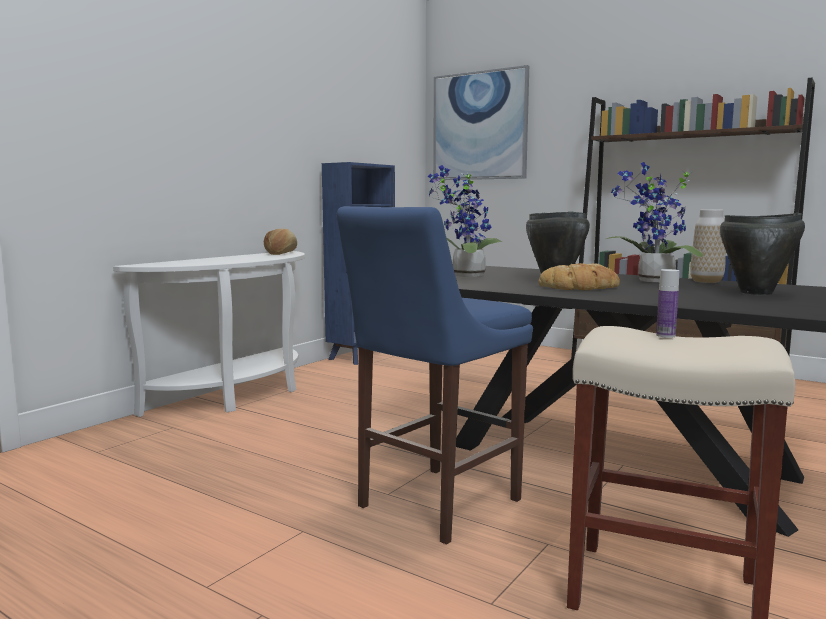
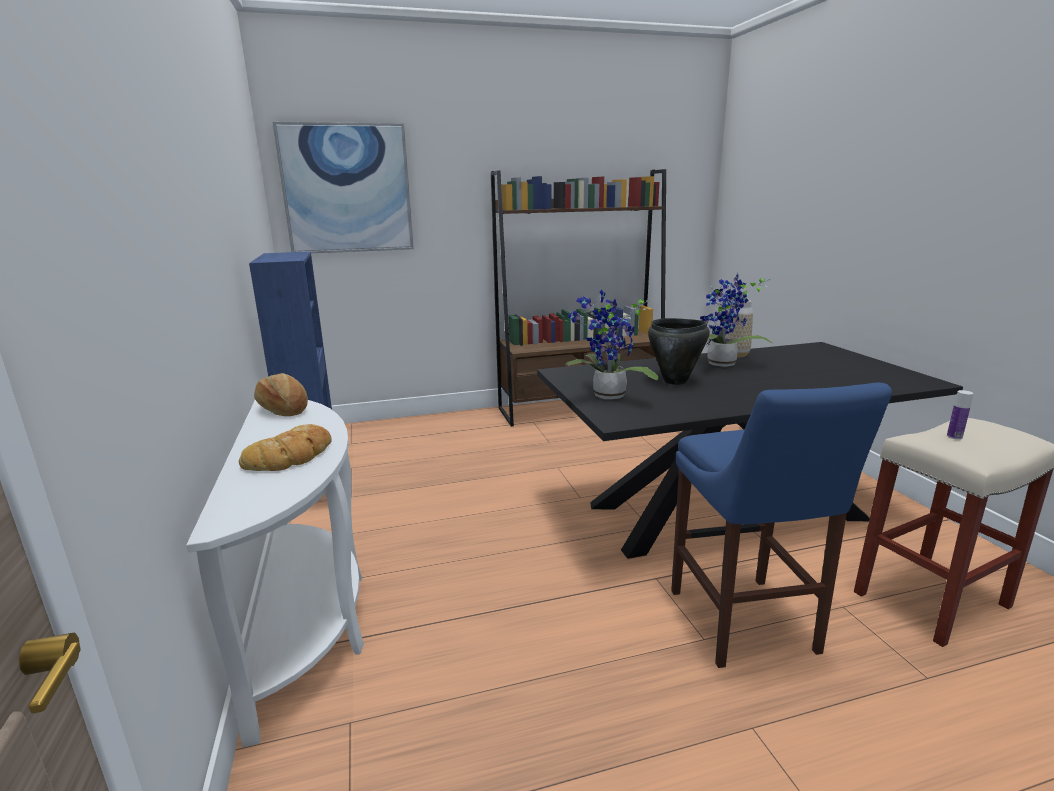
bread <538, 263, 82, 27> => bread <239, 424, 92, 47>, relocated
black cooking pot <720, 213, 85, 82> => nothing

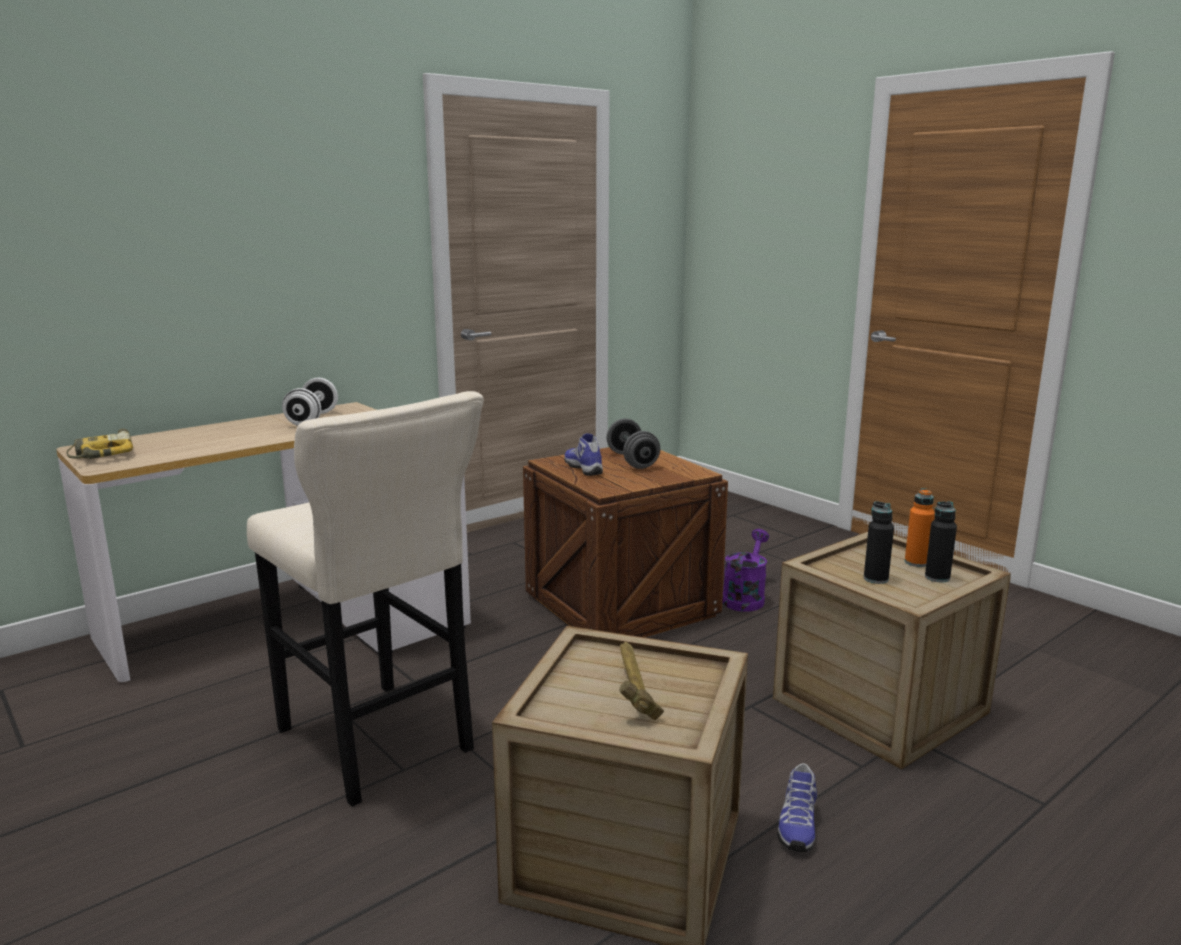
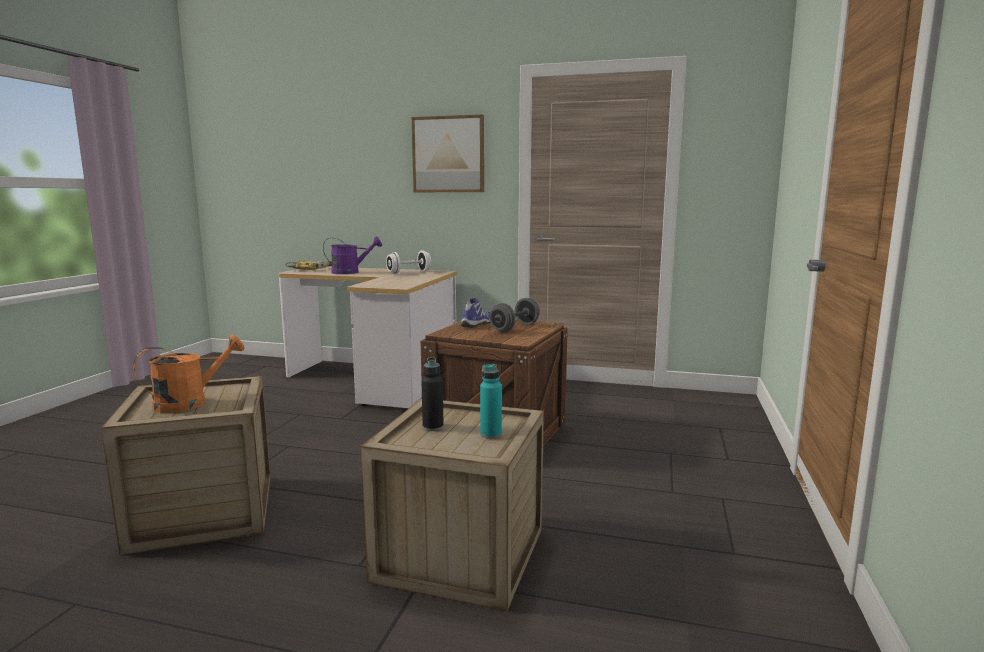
hammer <619, 642, 45, 78> => orange watering can <133, 335, 111, 78>
purple watering can <722, 529, 47, 82> => purple watering can <323, 236, 59, 38>, relocated
nothing => picture <412, 115, 72, 77>
orange bottle <905, 489, 30, 78> => turquoise bottle <480, 364, 22, 75>
beige stool <247, 391, 237, 416> => nothing
shoe <777, 763, 40, 89> => nothing
black bottle <925, 501, 32, 82> => nothing

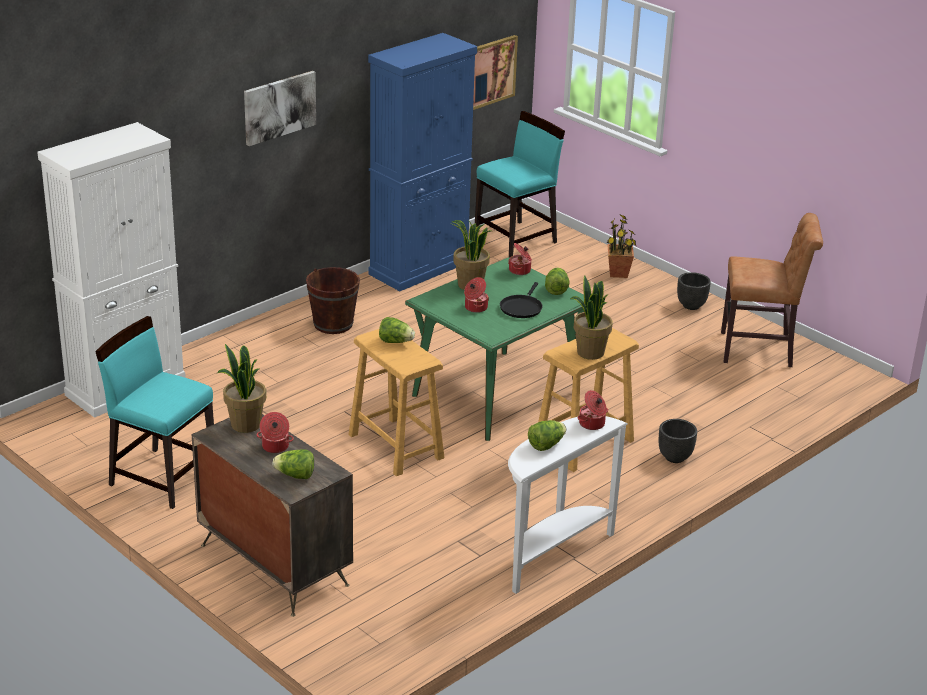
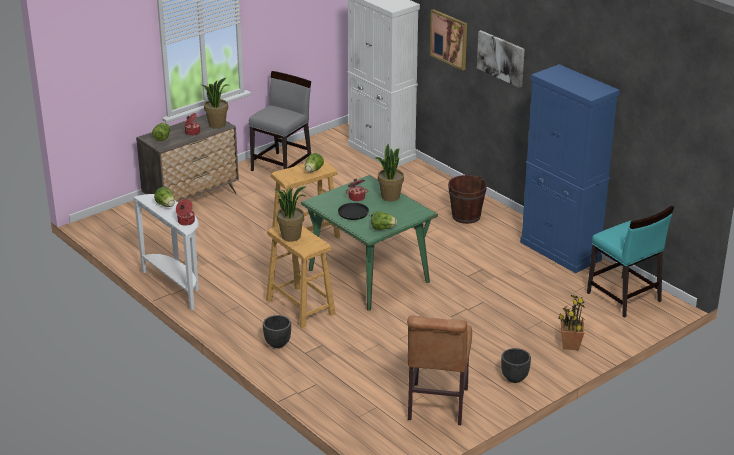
turquoise chair <95, 316, 119, 193> => grey chair <249, 71, 62, 100>
picture <473, 35, 45, 75> => picture <430, 9, 37, 61>, relocated
cooking pot <508, 243, 24, 32> => nothing

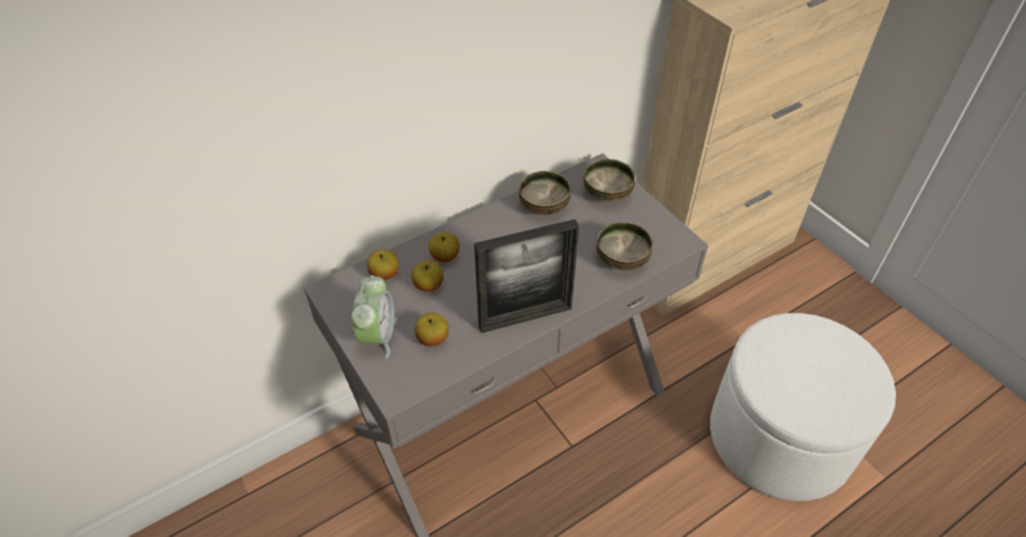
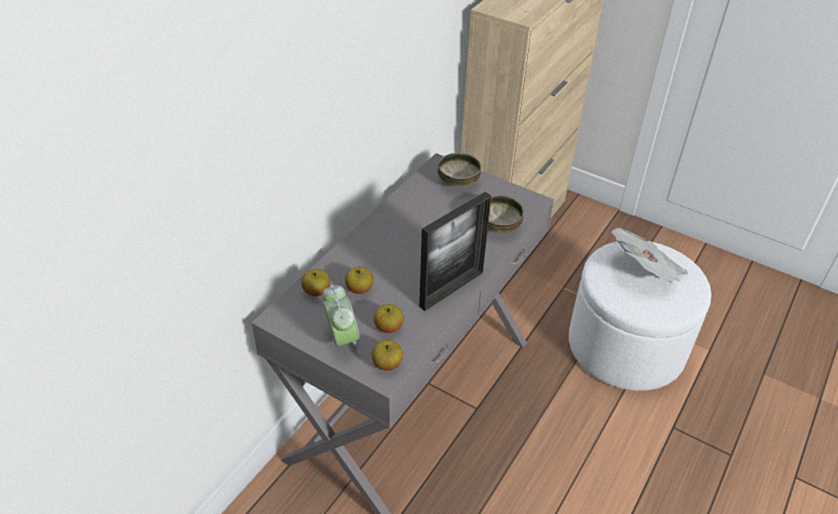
apple <429, 232, 31, 30> => apple <372, 340, 31, 31>, relocated
nothing => newspaper <612, 228, 76, 55>
bowl <519, 171, 52, 44> => nothing

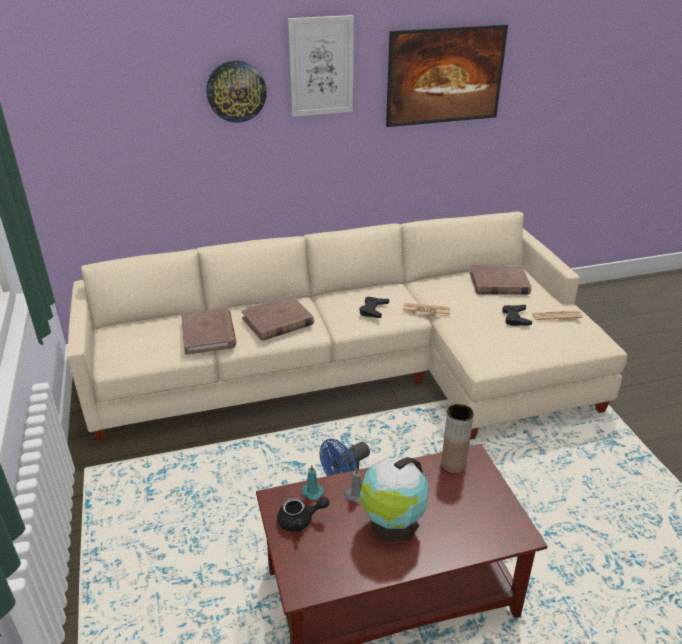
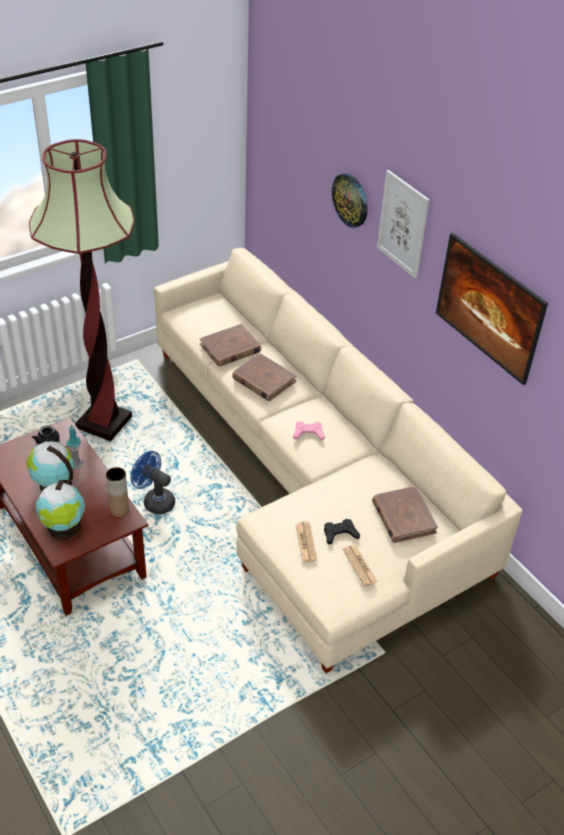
nothing => floor lamp <29, 139, 105, 302>
nothing => globe <35, 480, 50, 60>
black game controller <359, 297, 30, 21> => pink game controller <293, 421, 32, 19>
newspaper <403, 303, 47, 13> => newspaper <295, 522, 22, 40>, relocated

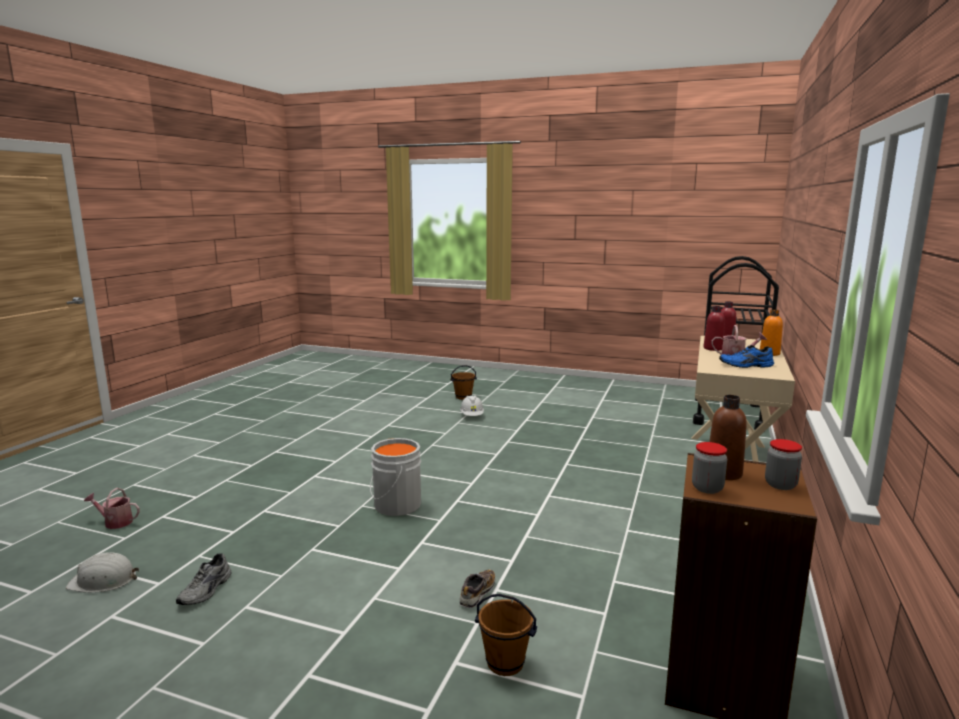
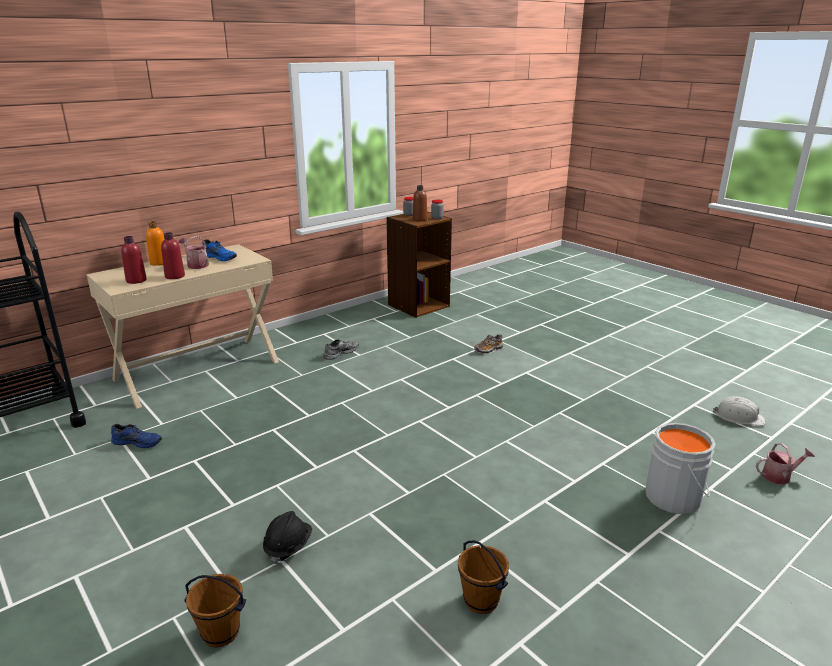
nothing => blue shoe <111, 424, 51, 24>
white hard hat <460, 396, 24, 20> => black hard hat <263, 511, 49, 53>
grey shoe <176, 553, 55, 52> => grey shoe <323, 339, 36, 21>, relocated
brown bucket <475, 594, 62, 82> => brown bucket <458, 541, 51, 73>, relocated
grey bucket <370, 438, 51, 78> => grey bucket <645, 423, 71, 91>, relocated
watering can <84, 488, 56, 41> => watering can <756, 443, 59, 41>, 45 degrees counterclockwise

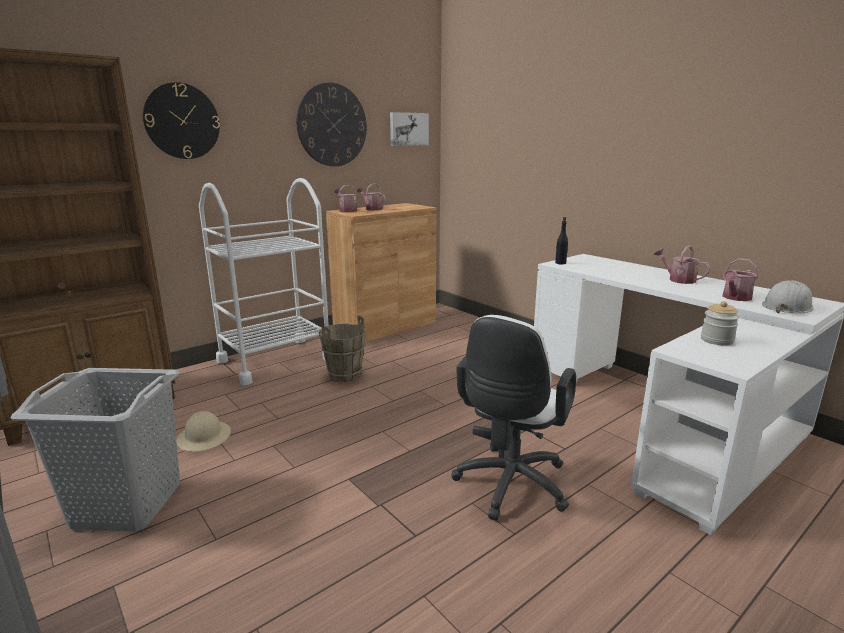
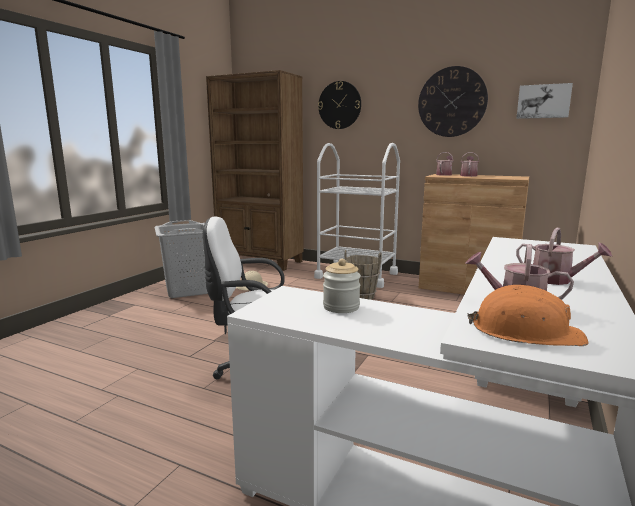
white hard hat <762, 280, 51, 34> => orange hard hat <467, 285, 122, 61>
watering can <654, 246, 57, 38> => watering can <516, 228, 96, 57>, 105 degrees clockwise
black bottle <555, 217, 13, 47> => nothing

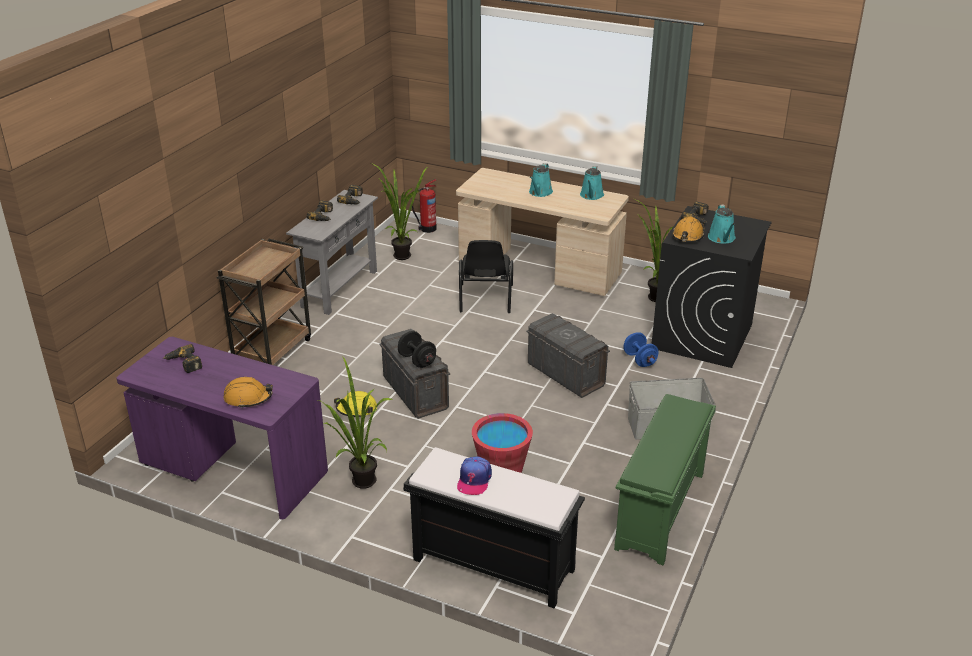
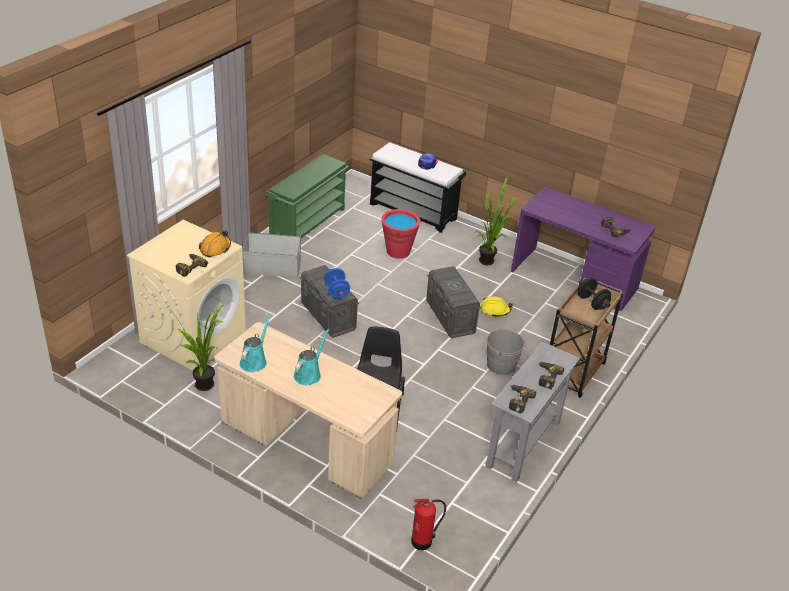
black washing machine <652, 206, 120, 162> => beige washing machine <127, 220, 119, 150>
blue dumbbell <623, 332, 36, 35> => blue dumbbell <324, 268, 26, 30>, relocated
nothing => grey bucket <486, 329, 39, 46>
black dumbbell <398, 331, 38, 37> => black dumbbell <578, 278, 33, 32>, relocated
orange hard hat <224, 377, 49, 32> => nothing
potted plant <371, 163, 56, 97> => nothing
turquoise watering can <708, 204, 27, 40> => nothing

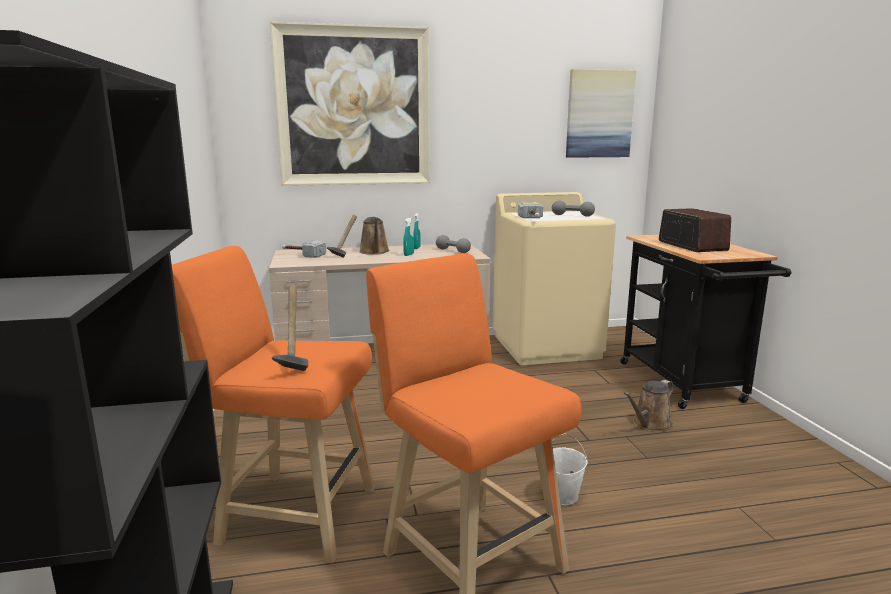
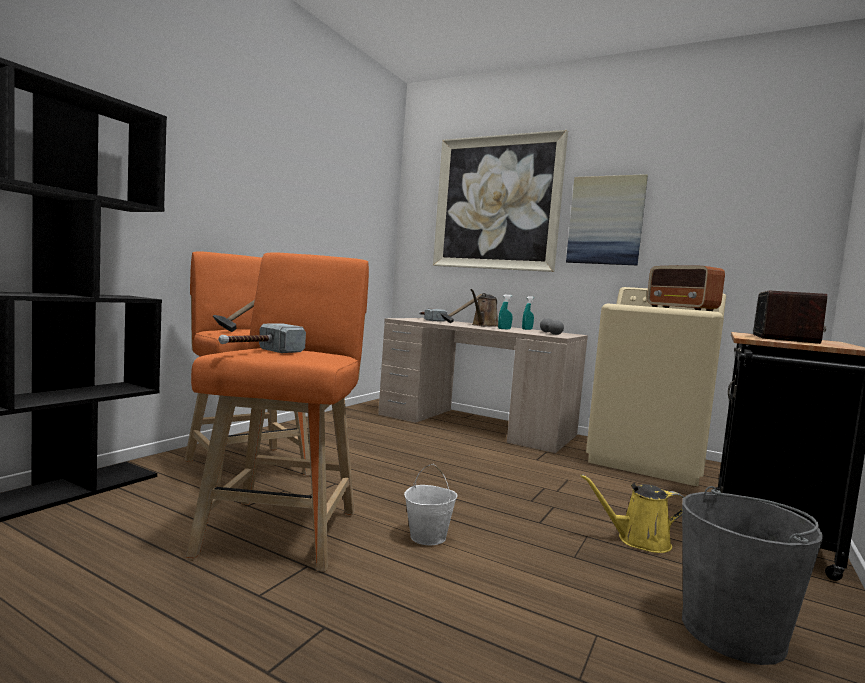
hammer <518, 203, 25, 15> => hammer <218, 324, 88, 29>, relocated
picture <566, 69, 70, 89> => picture <566, 174, 82, 92>, relocated
brown watering can <623, 380, 50, 52> => yellow watering can <580, 474, 104, 79>
grey dumbbell <552, 200, 43, 17> => radio <647, 265, 78, 46>
nothing => grey bucket <682, 486, 142, 179>

